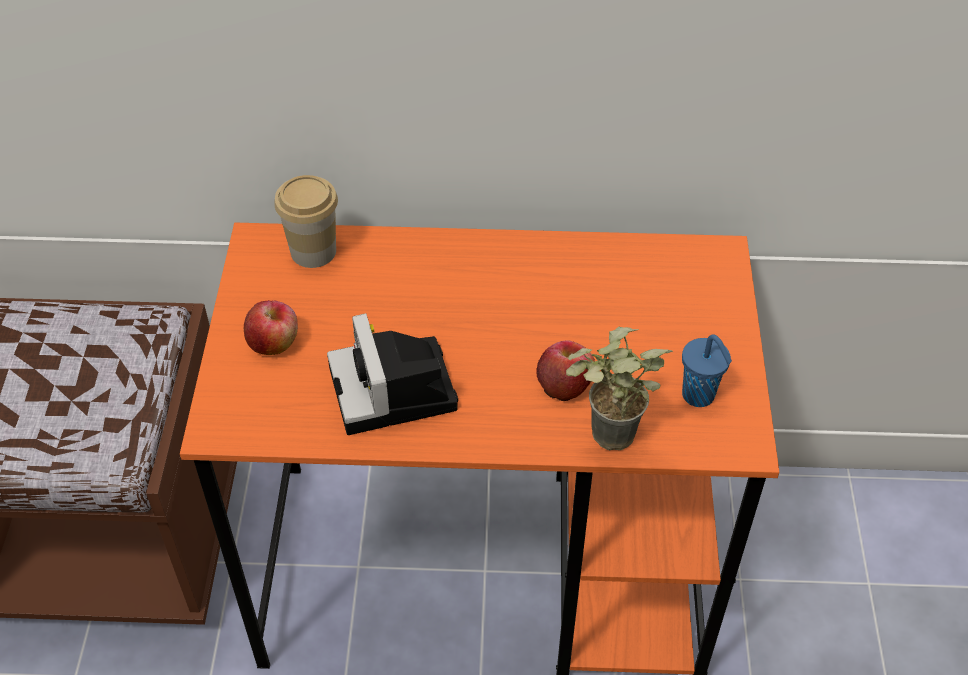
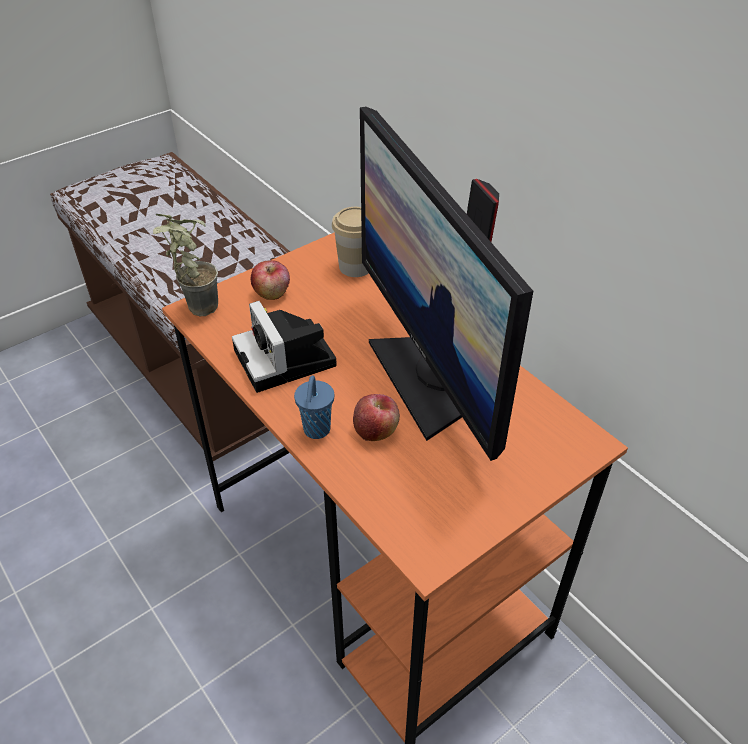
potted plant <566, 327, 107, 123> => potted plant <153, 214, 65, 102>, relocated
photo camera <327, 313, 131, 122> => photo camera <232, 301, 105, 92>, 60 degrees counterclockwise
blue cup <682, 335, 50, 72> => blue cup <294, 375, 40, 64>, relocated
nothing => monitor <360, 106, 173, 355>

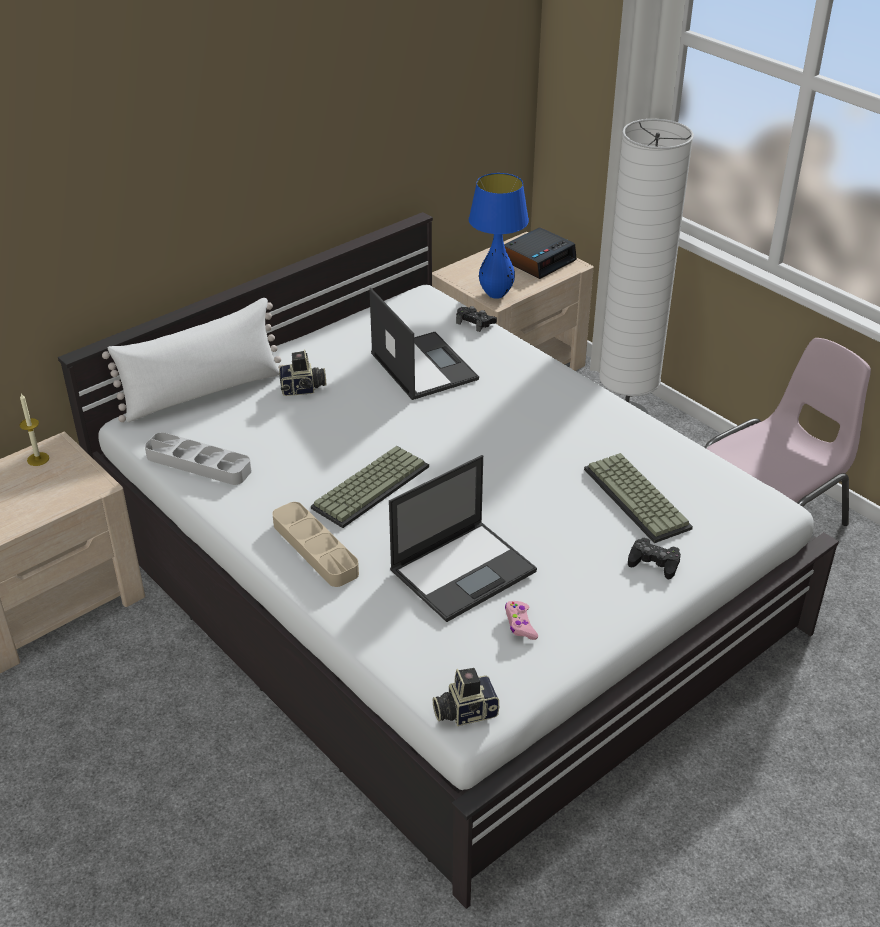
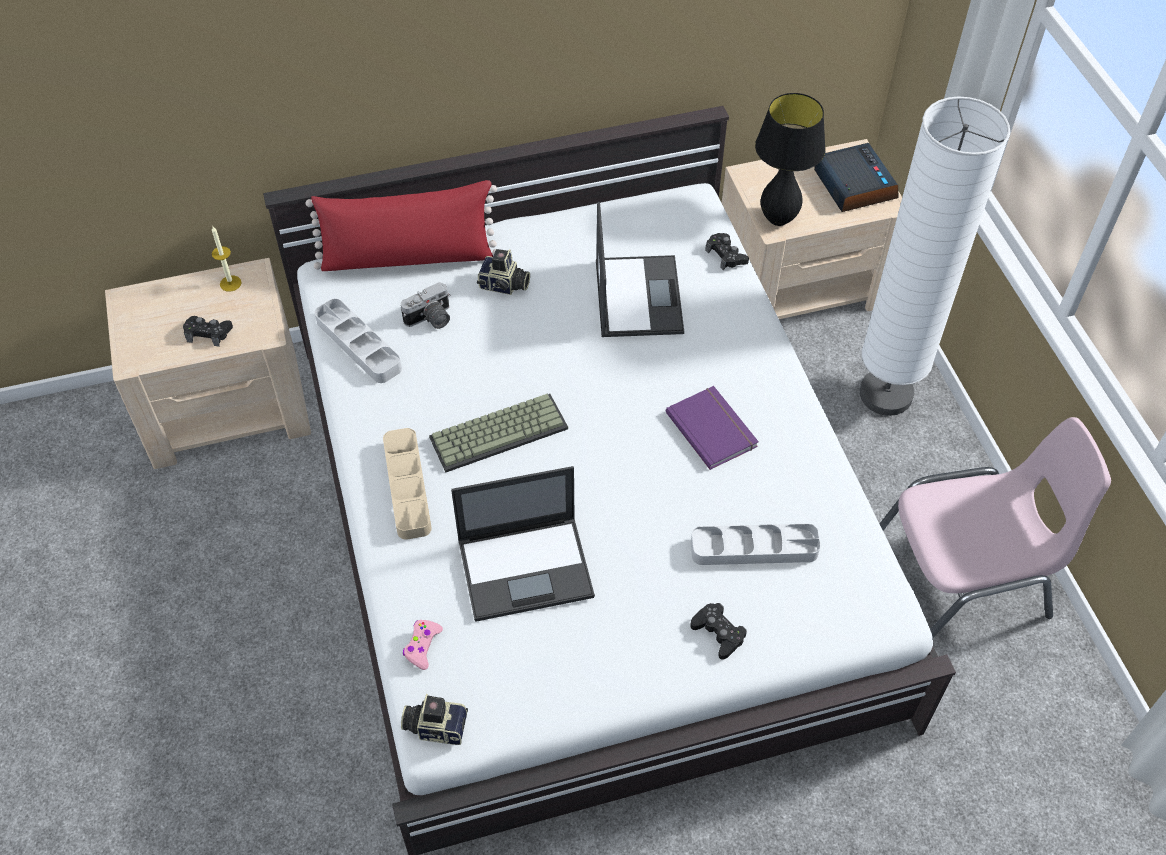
nothing => black game controller <183, 316, 50, 31>
white pillow <102, 298, 180, 124> => red pillow <305, 180, 192, 91>
nothing => photo camera <401, 282, 49, 47>
pink game controller <505, 601, 33, 39> => pink game controller <403, 620, 40, 50>, relocated
nothing => purple book <666, 386, 93, 84>
keyboard <584, 453, 109, 90> => grey tray <691, 524, 130, 41>
blue table lamp <469, 173, 60, 126> => black table lamp <755, 93, 71, 133>
alarm clock <504, 227, 73, 52> => alarm clock <814, 143, 84, 69>, 90 degrees counterclockwise

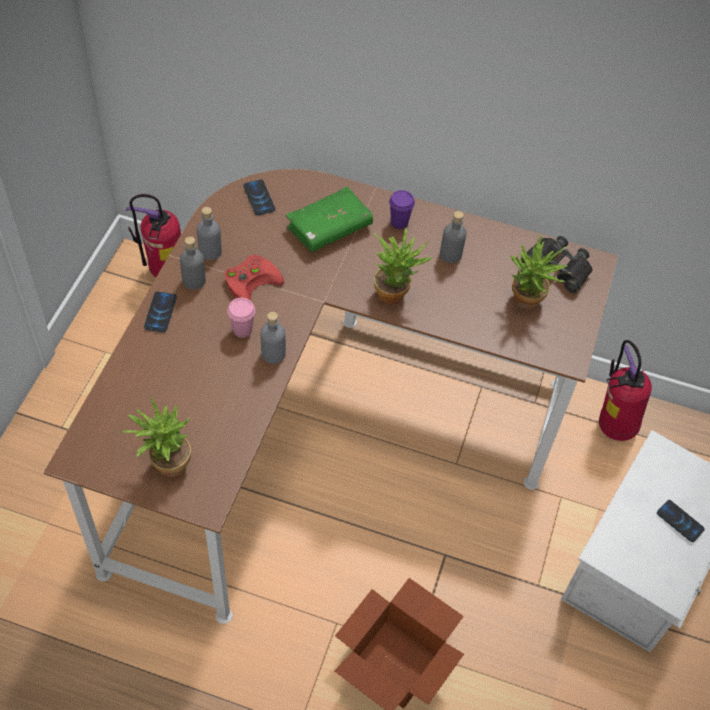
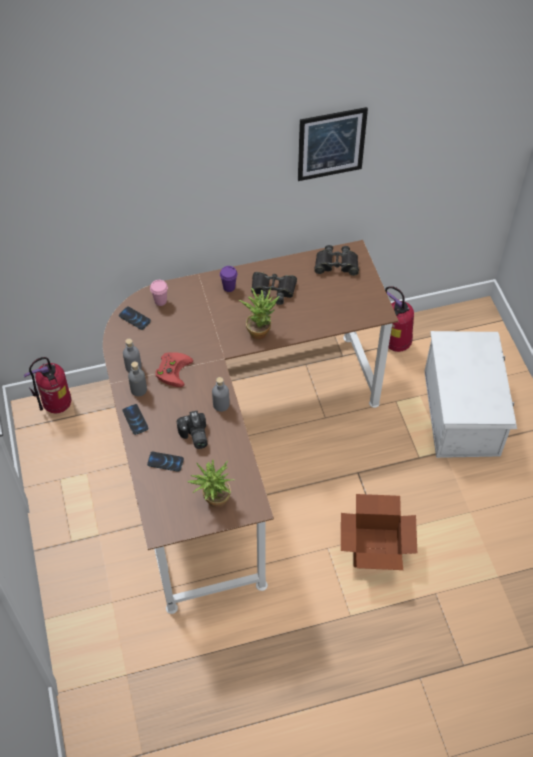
phone <657, 500, 48, 42> => phone <147, 452, 37, 19>, relocated
pink cup <227, 298, 28, 40> => pink cup <150, 280, 18, 26>, relocated
nothing => photo camera <177, 411, 31, 38>
grey bottle <440, 211, 27, 52> => black binoculars <251, 272, 46, 33>
nothing => picture <298, 107, 70, 74>
green book <286, 187, 87, 65> => nothing
potted plant <510, 234, 57, 76> => nothing

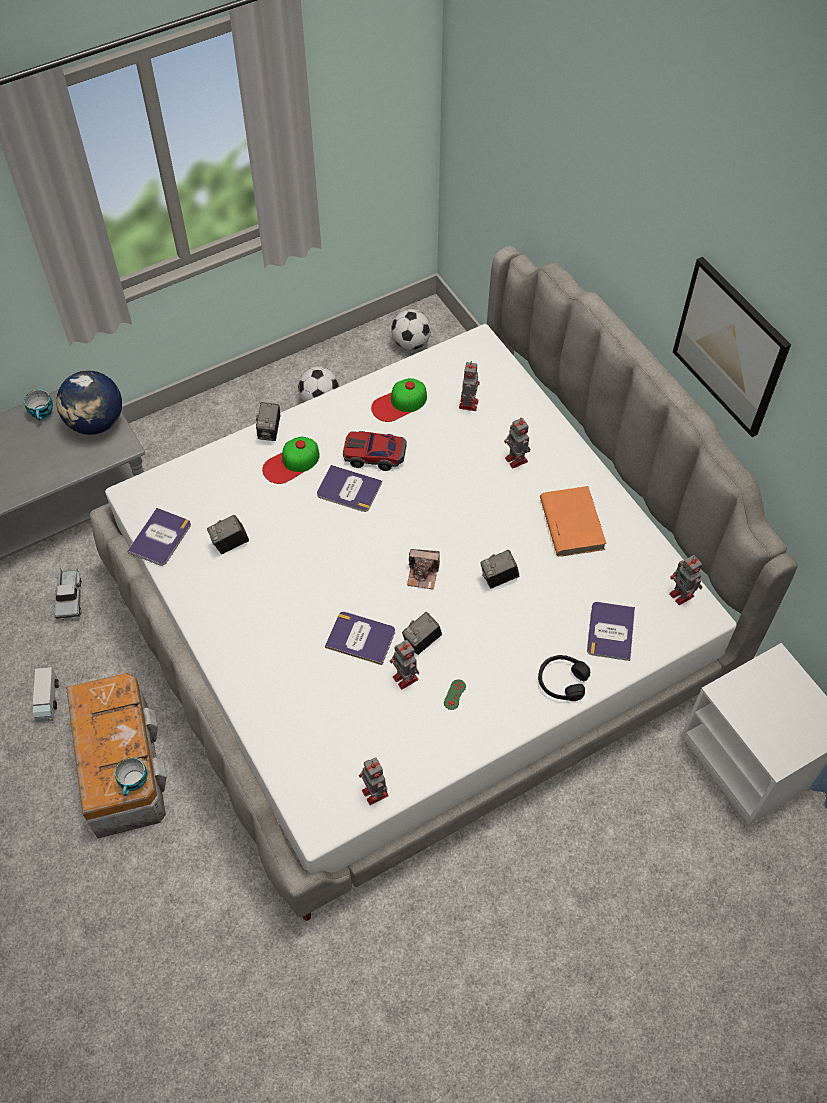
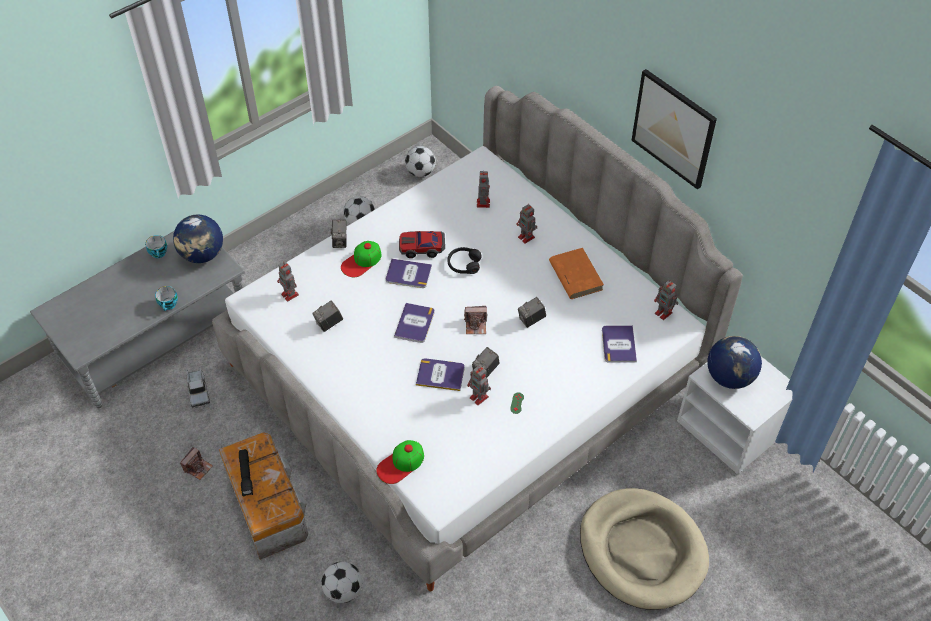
cup <115, 757, 33, 39> => cup <155, 286, 23, 25>, relocated
toy truck <33, 667, 26, 55> => photo camera <180, 447, 33, 33>
nothing => black flashlight <239, 449, 14, 48>
toy robot <359, 758, 30, 47> => toy robot <277, 262, 22, 40>, relocated
nothing => football <321, 562, 41, 41>
cap <371, 378, 56, 44> => cap <376, 440, 48, 44>, relocated
book <127, 508, 64, 58> => book <394, 303, 40, 40>, relocated
black headphones <538, 655, 52, 46> => black headphones <448, 247, 34, 27>, relocated
nothing => beige dog bed <580, 488, 129, 122>
nothing => globe <707, 336, 55, 53>

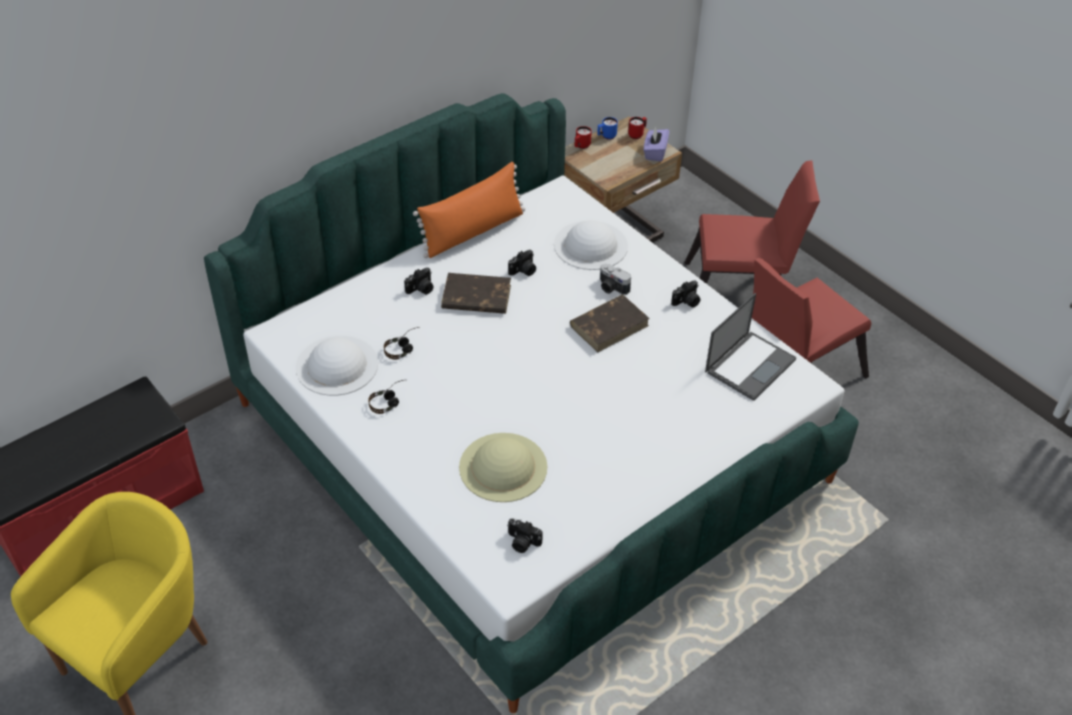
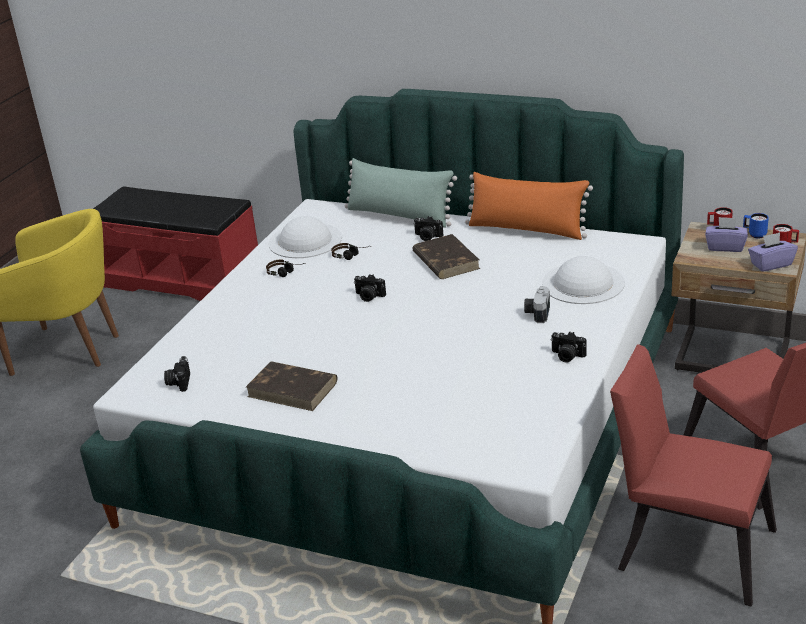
brown book <570, 295, 80, 57> => brown book <246, 361, 91, 50>, relocated
nothing => green pillow <344, 158, 113, 70>
photo camera <508, 250, 28, 26> => photo camera <354, 274, 32, 28>, relocated
nothing => purple tissue box <705, 217, 43, 35>
beige hat <459, 433, 88, 69> => nothing
laptop <705, 293, 92, 108> => nothing

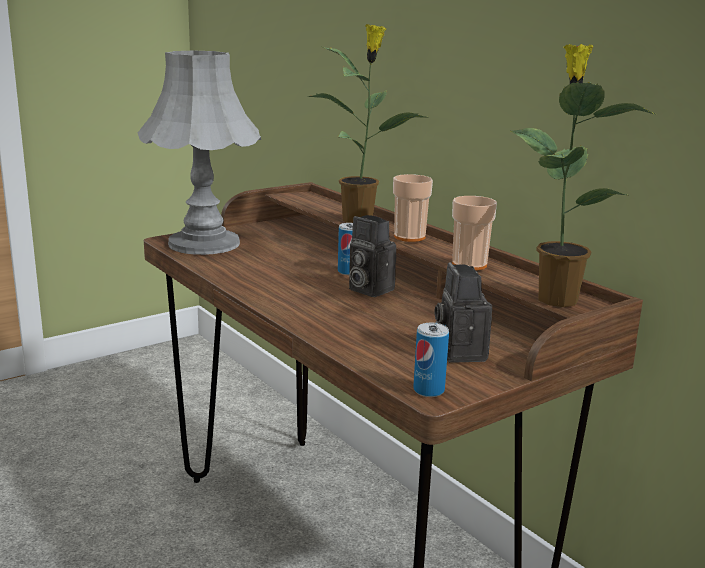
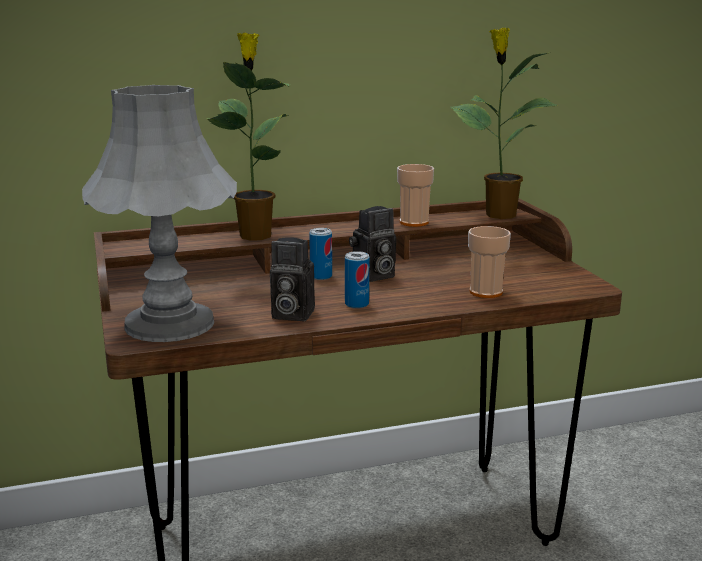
photo camera <435, 263, 57, 99> => photo camera <270, 237, 45, 84>, relocated
can <413, 323, 36, 74> => can <345, 251, 24, 58>, relocated
cup <393, 174, 40, 68> => cup <468, 226, 43, 72>, relocated

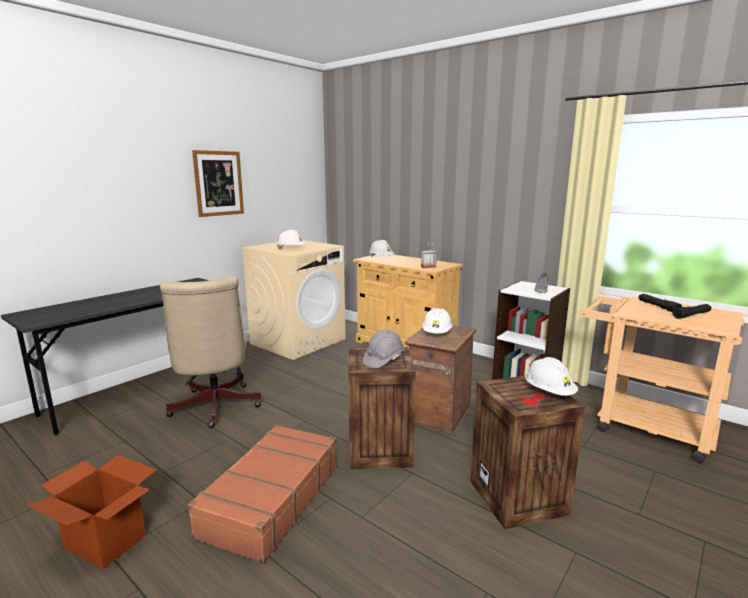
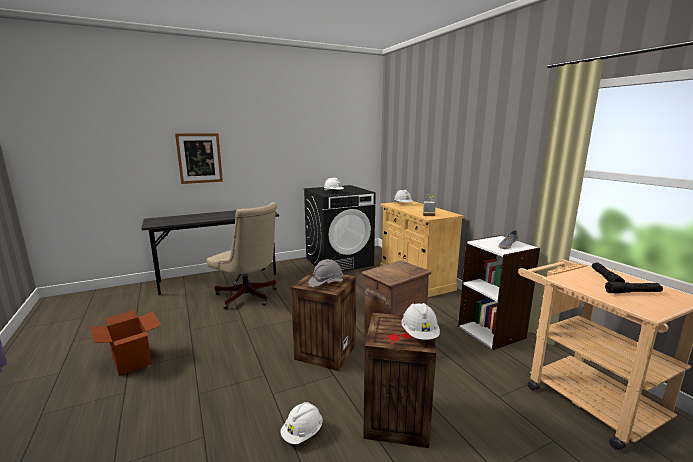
picture <192, 150, 52, 67> => picture <175, 133, 48, 51>, relocated
beige office chair <160, 276, 101, 152> => beige office chair <207, 202, 70, 107>, 60 degrees counterclockwise
white hard hat <422, 308, 30, 25> => white hard hat <280, 402, 43, 42>, relocated
beige washing machine <241, 240, 104, 120> => black washing machine <304, 185, 72, 87>
brown suitcase <188, 424, 149, 140> => nothing

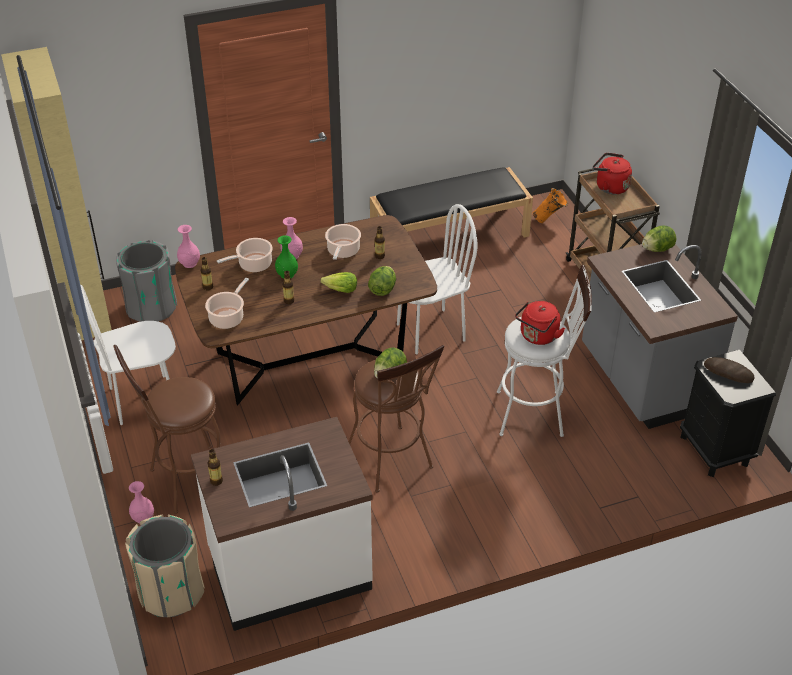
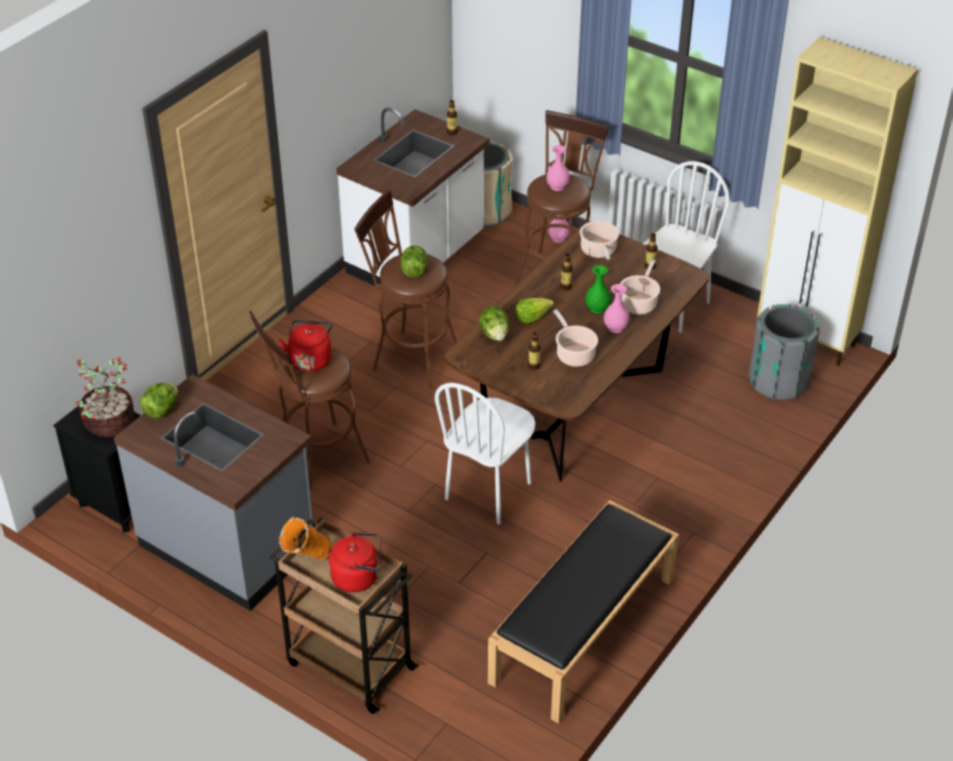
bread <704, 357, 50, 26> => potted plant <76, 357, 59, 80>
lettuce <642, 226, 34, 26> => lettuce <140, 382, 38, 36>, relocated
white stool <497, 265, 95, 172> => brown stool <248, 310, 123, 180>
orange vase <533, 188, 35, 35> => orange vase <279, 517, 54, 43>, relocated
pink vase <177, 225, 23, 43> => pink vase <546, 145, 24, 46>, relocated

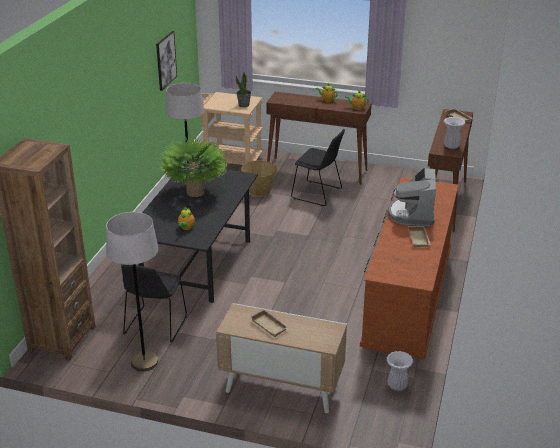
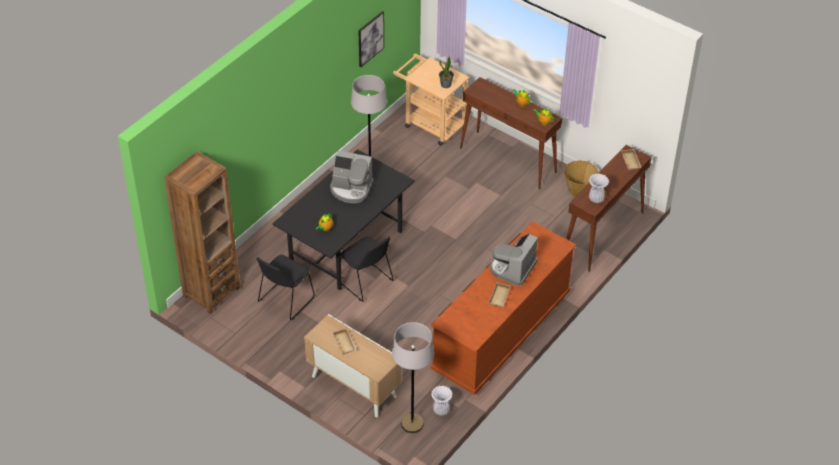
potted plant <158, 136, 71, 61> => coffee machine <330, 151, 43, 52>
black chair <291, 129, 54, 77> => black chair <340, 236, 54, 66>, relocated
grey floor lamp <106, 212, 52, 159> => grey floor lamp <392, 322, 42, 111>, relocated
basket <241, 160, 36, 36> => basket <563, 161, 35, 36>, relocated

